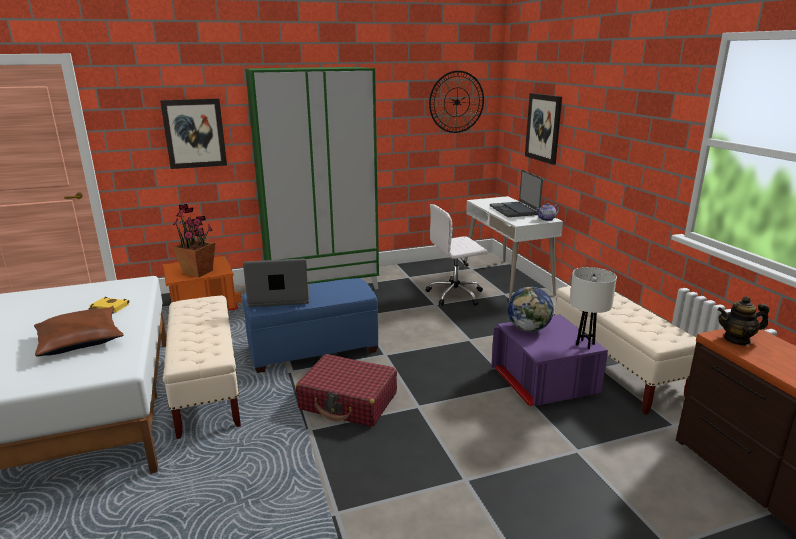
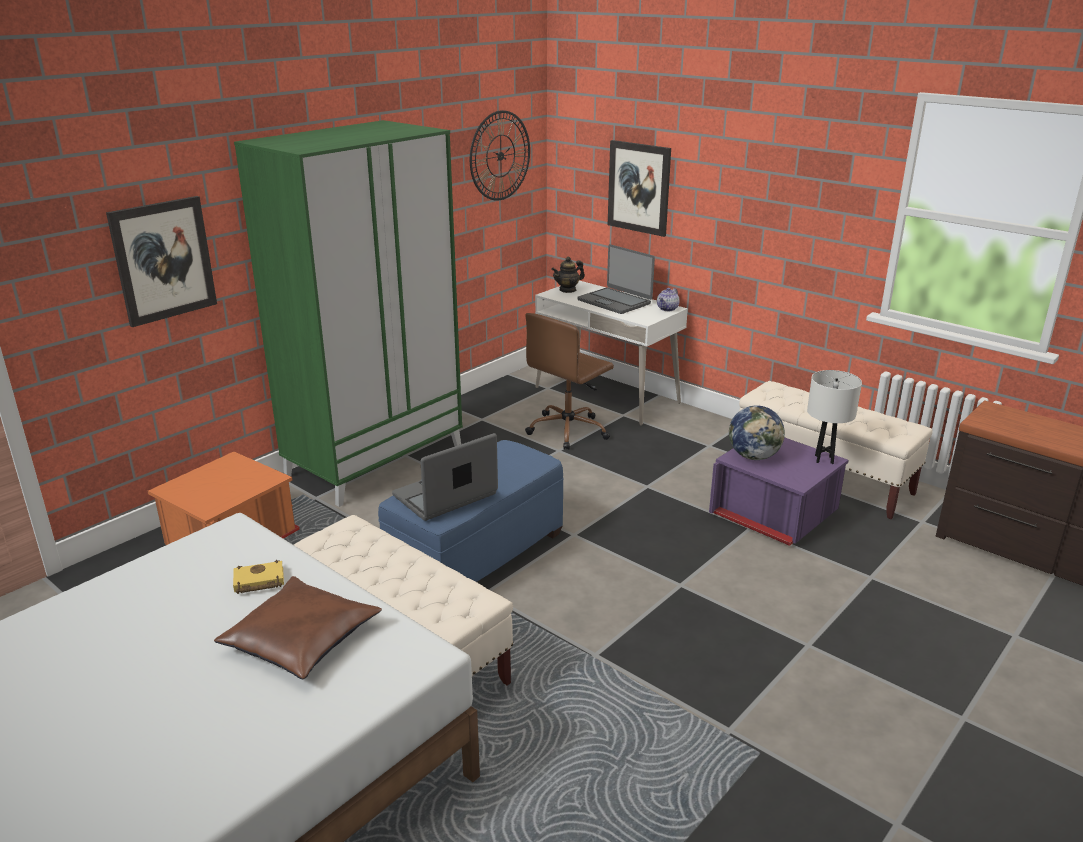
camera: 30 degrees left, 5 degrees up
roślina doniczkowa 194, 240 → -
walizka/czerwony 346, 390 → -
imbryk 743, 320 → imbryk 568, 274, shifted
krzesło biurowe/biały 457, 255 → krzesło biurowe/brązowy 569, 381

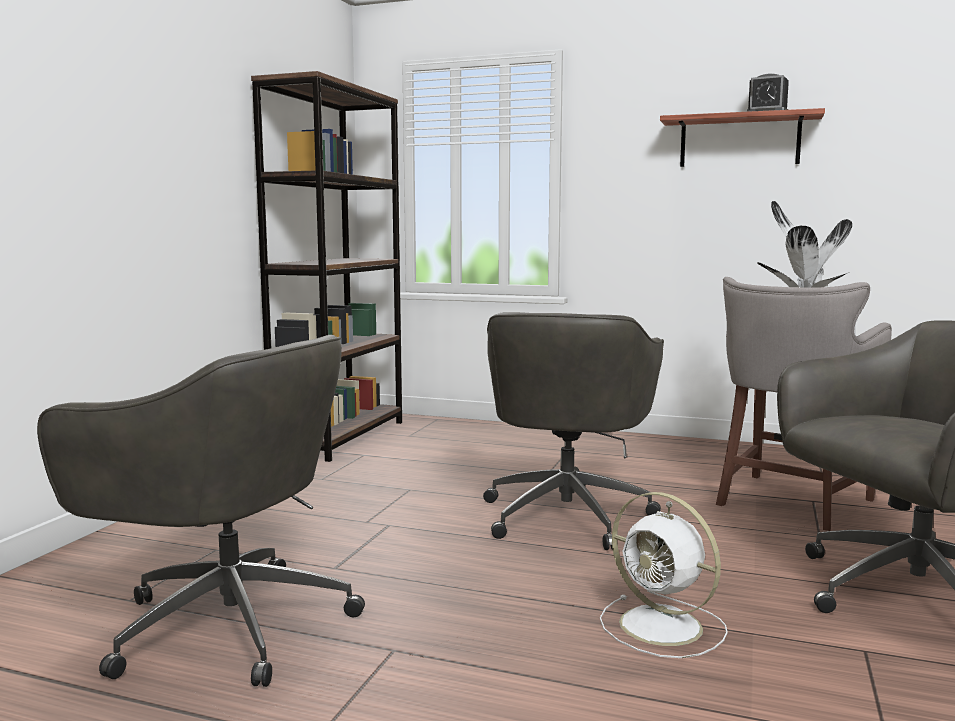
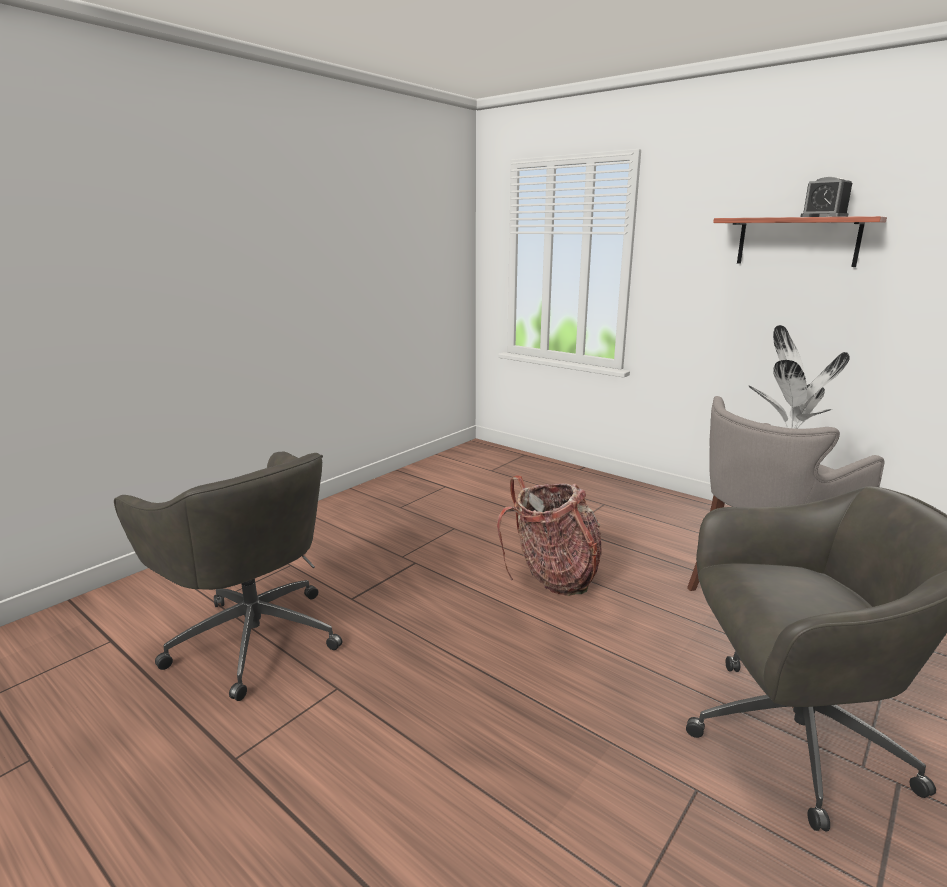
camera: 20 degrees right, 10 degrees up
regał/brązowy 326, 266 → -
wentylator/biały 664, 575 → -
krzesło biurowe/szary 573, 431 → plecak 549, 535

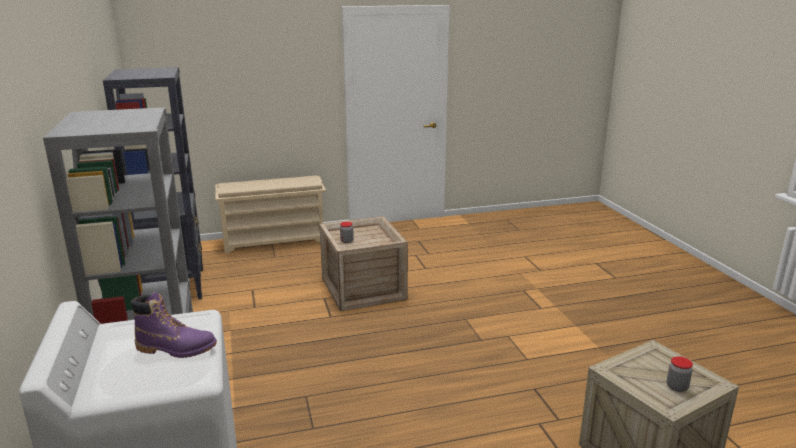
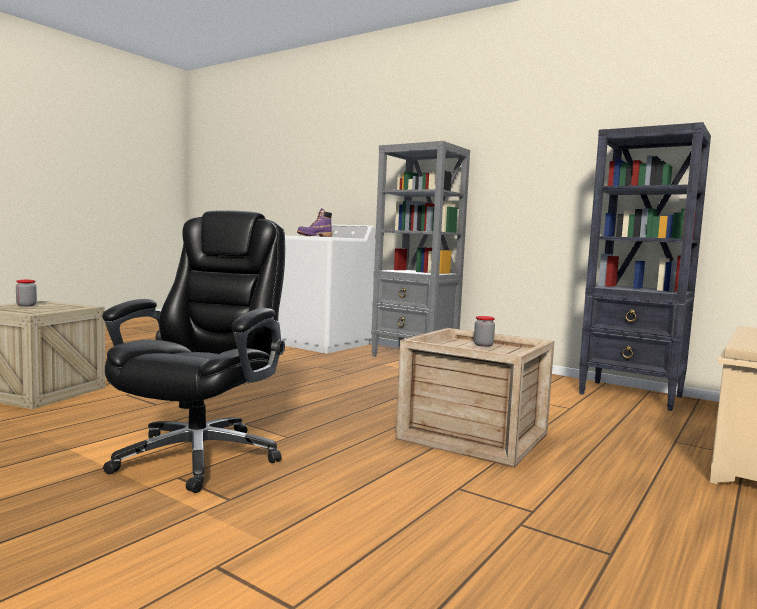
camera: 140 degrees right, 15 degrees down
- → krzesło biurowe/czarny 193, 351

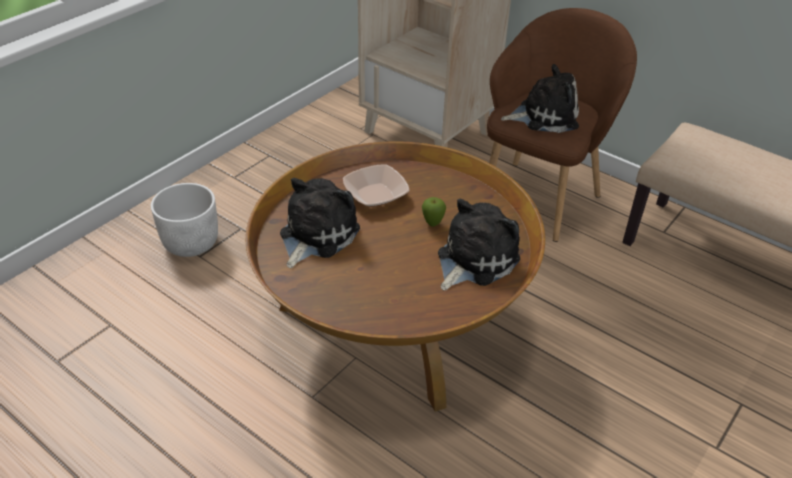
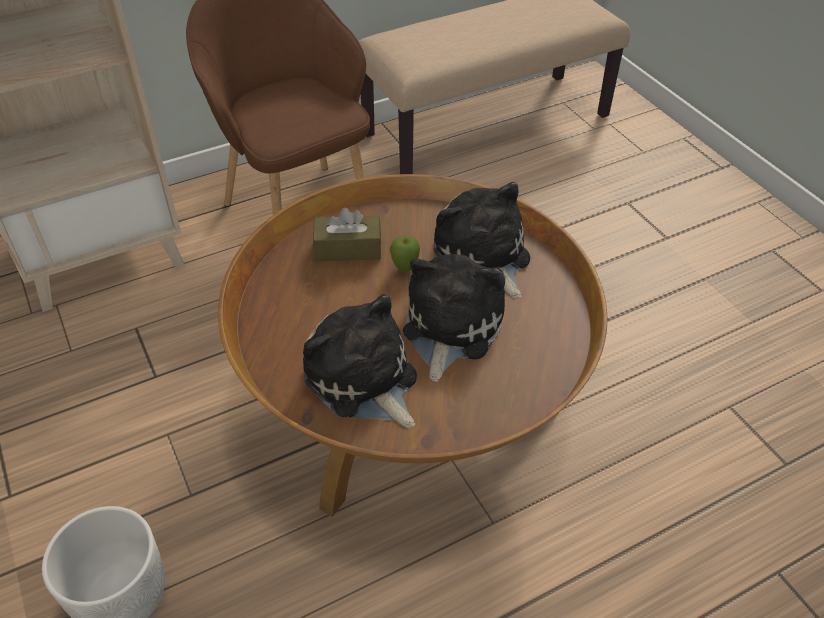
camera: 65 degrees left, 5 degrees up
miska 376, 185 → -
- → pudełko chusteczek/brązowy 347, 235
pluszak 540, 98 → pluszak 454, 318, shifted

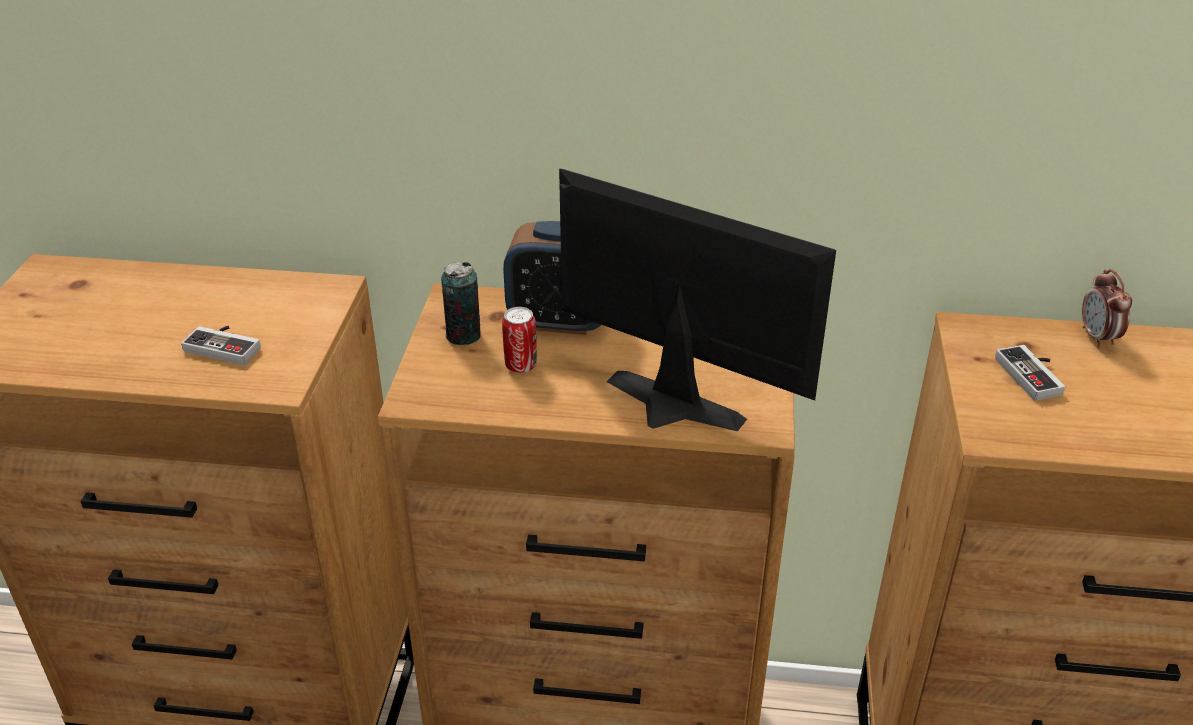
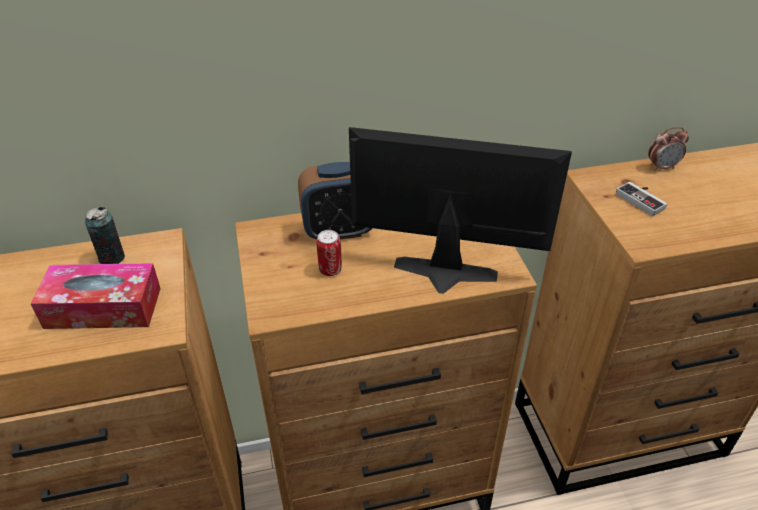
camera: 20 degrees left, 5 degrees up
puszka 461, 303 → puszka 105, 235, shifted
pad do gier 221, 345 → pudełko chusteczek 96, 296
budzik 1107, 308 → budzik 668, 149, 75 degrees counterclockwise

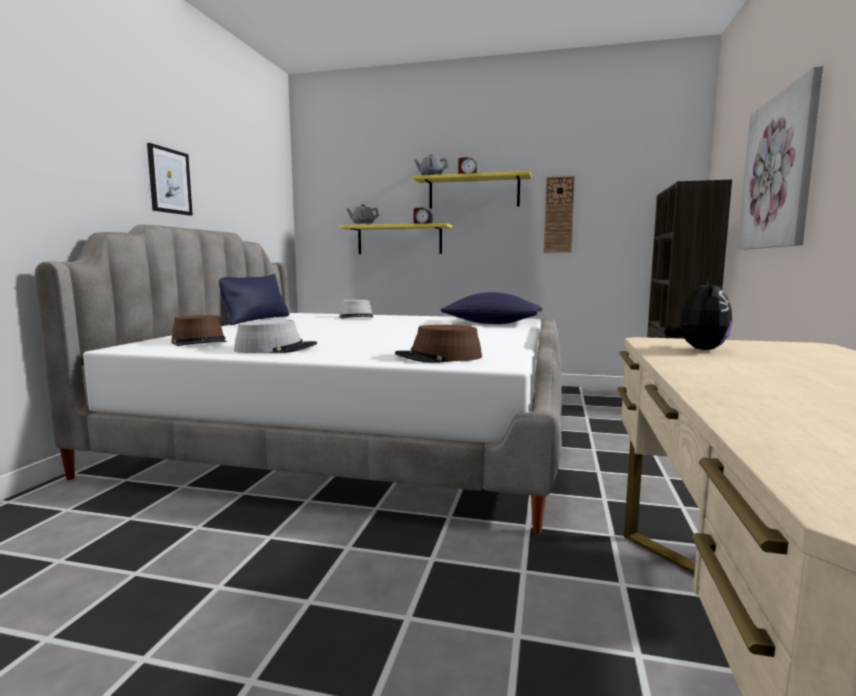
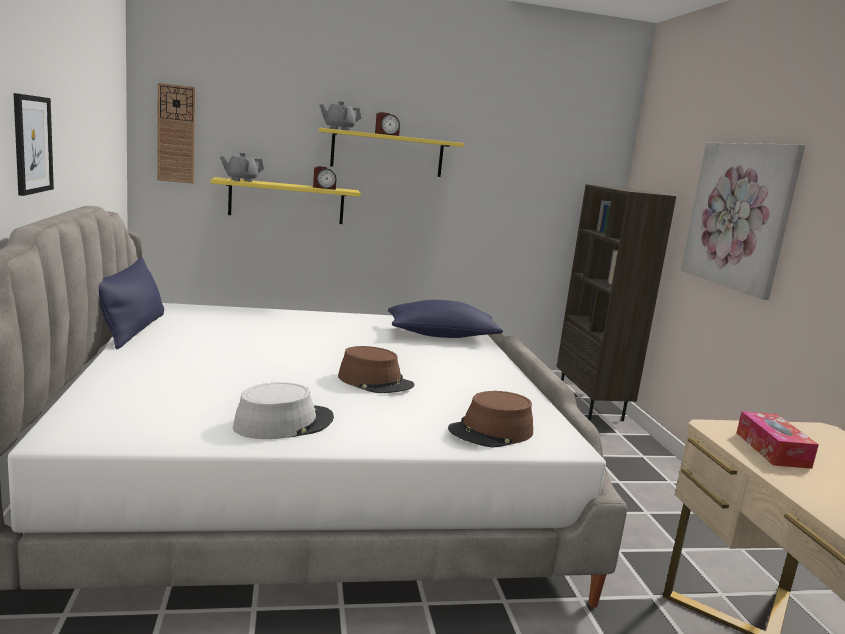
camera: 25 degrees left, 5 degrees up
kapelusz/szary 356, 309 → -
kapelusz/brązowy 199, 330 → kapelusz/brązowy 376, 369, shifted
zegar ścienny 559, 214 → zegar ścienny 176, 133, shifted
pluszak 698, 314 → pudełko chusteczek 778, 440

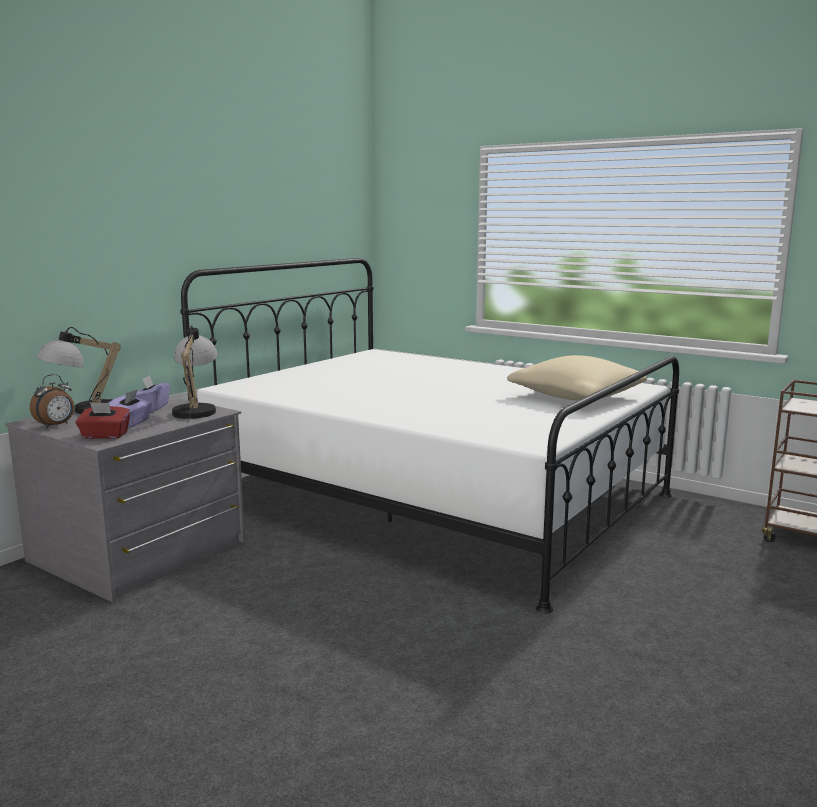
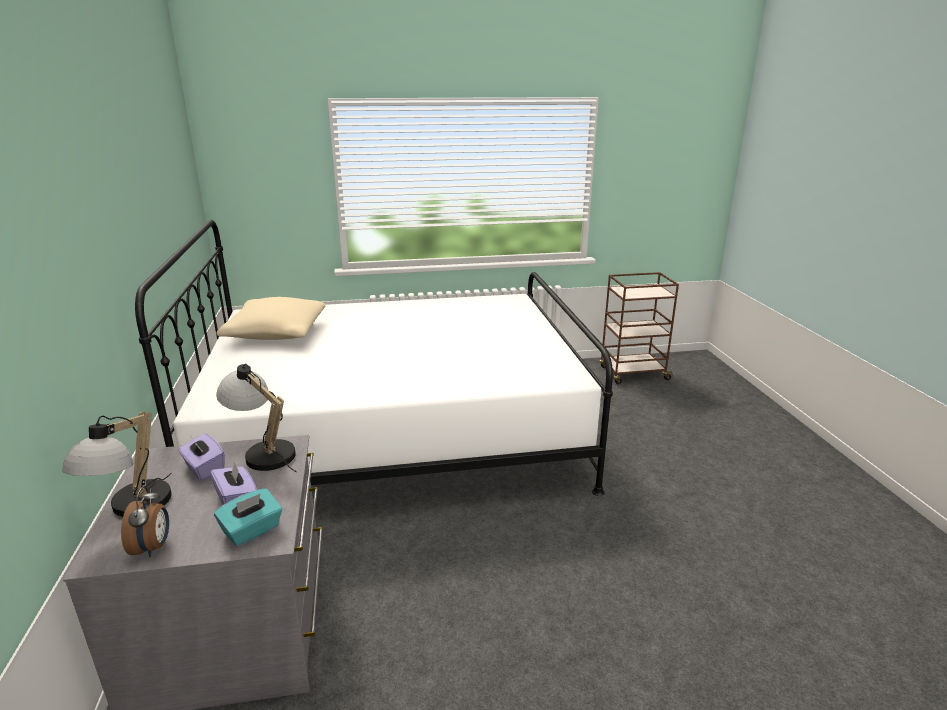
camera: 45 degrees left, 10 degrees up
poduszka/beżowy 577, 378 → poduszka/beżowy 270, 318, shifted
pudełko chusteczek/czerwony 103, 420 → pudełko chusteczek/turkusowy 248, 517

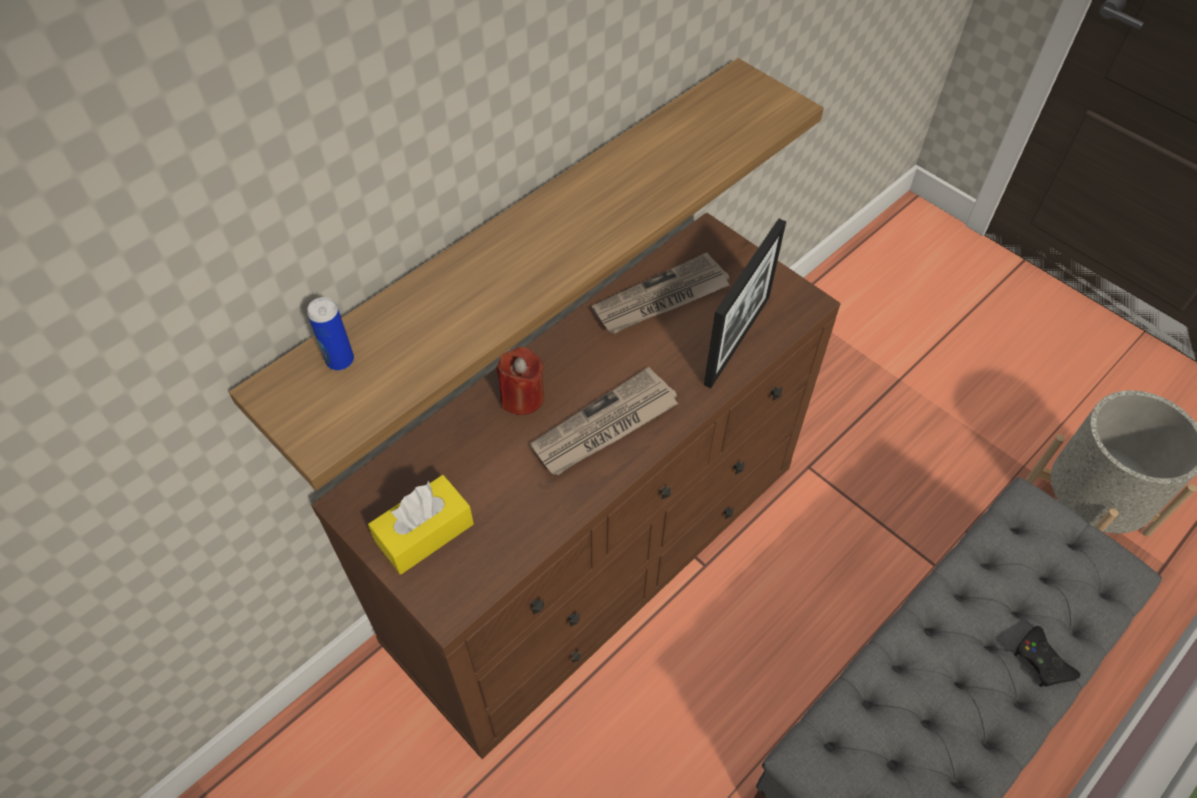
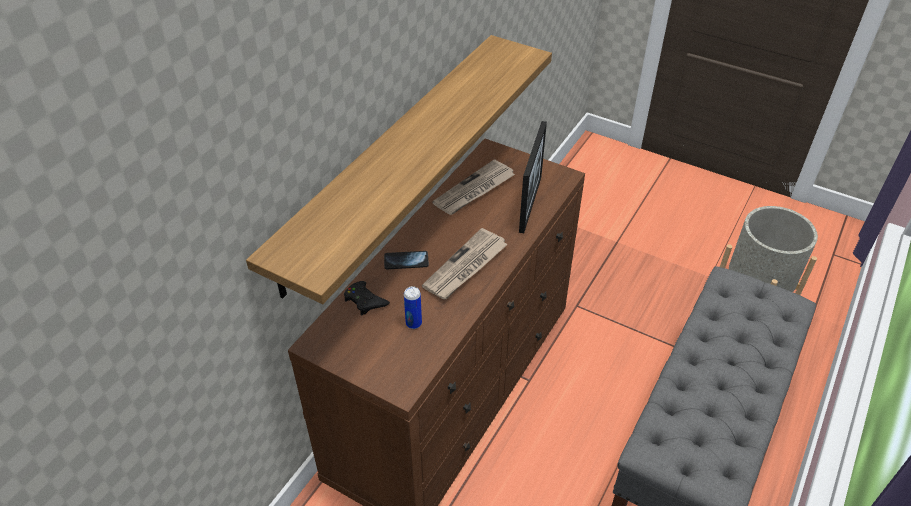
camera: 15 degrees left, 10 degrees down
pudełko chusteczek/żółty 421, 525 → -
puszka 330, 333 → puszka 413, 307, shifted
pad do gier/czarny 1047, 656 → pad do gier/czarny 367, 298, shifted
świeca/czerwony 520, 381 → telefon 406, 260

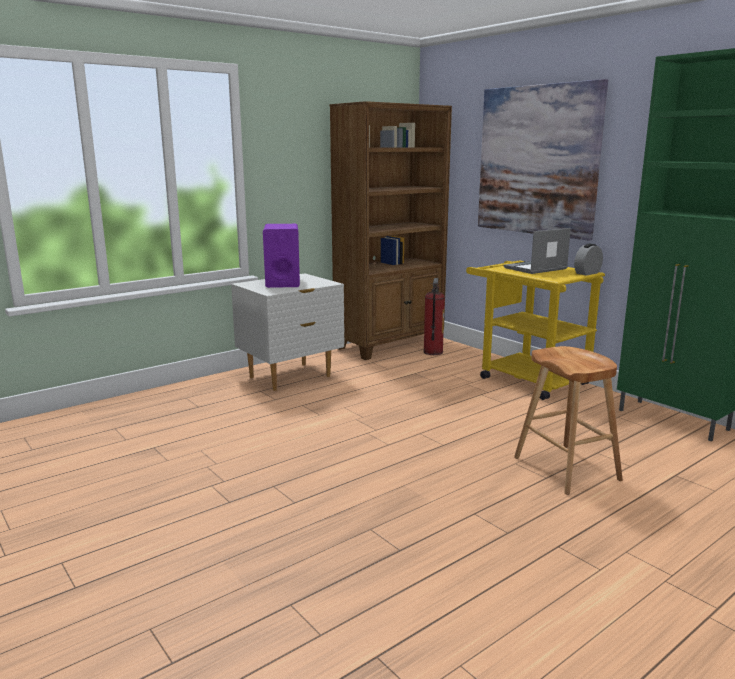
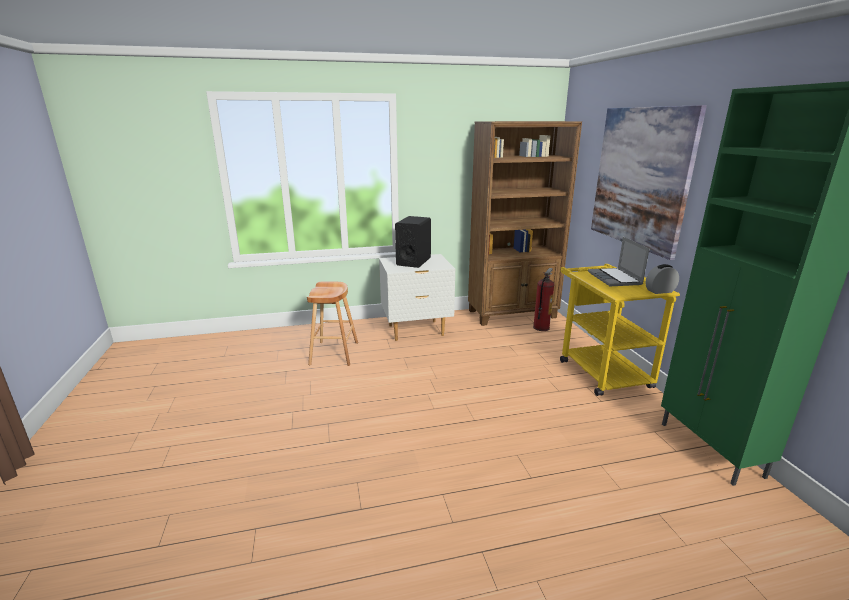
camera: 25 degrees right, 5 degrees up
stołek/brązowy 568, 420 → stołek/brązowy 332, 323, shifted
głośnik/fioletowy 281, 256 → głośnik/czarny 413, 242
laptop 537, 251 → laptop 619, 261, 90 degrees counterclockwise

